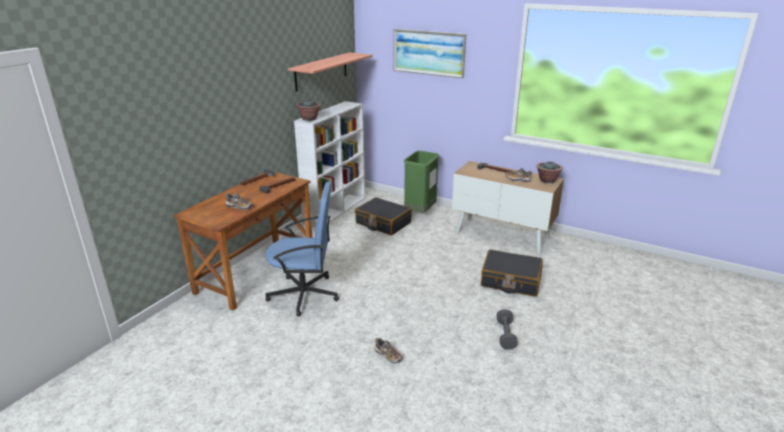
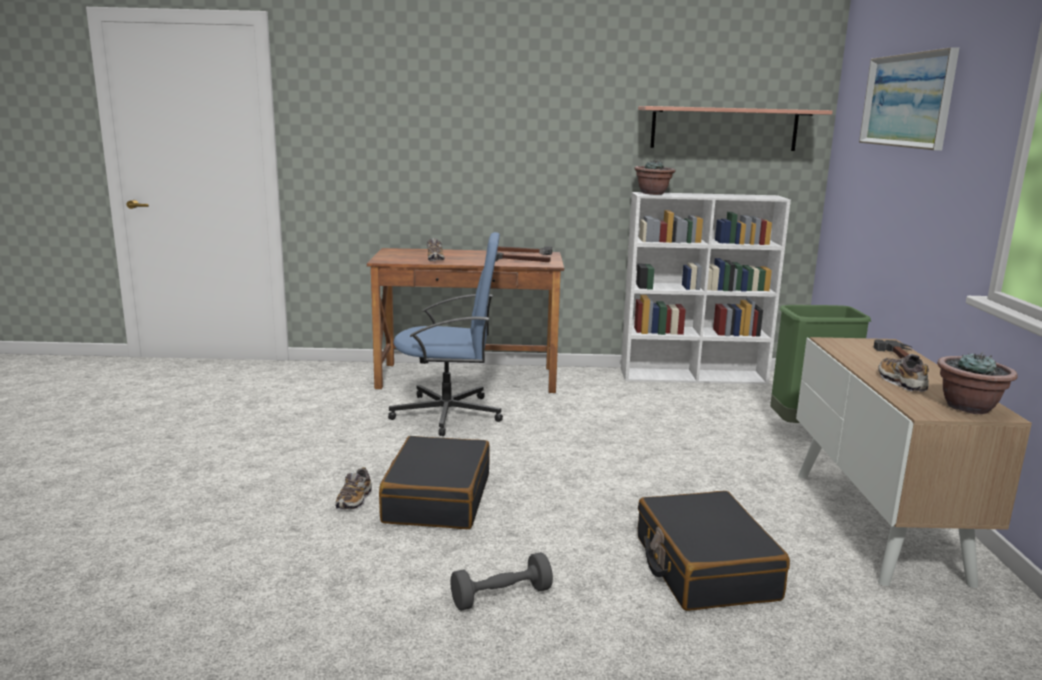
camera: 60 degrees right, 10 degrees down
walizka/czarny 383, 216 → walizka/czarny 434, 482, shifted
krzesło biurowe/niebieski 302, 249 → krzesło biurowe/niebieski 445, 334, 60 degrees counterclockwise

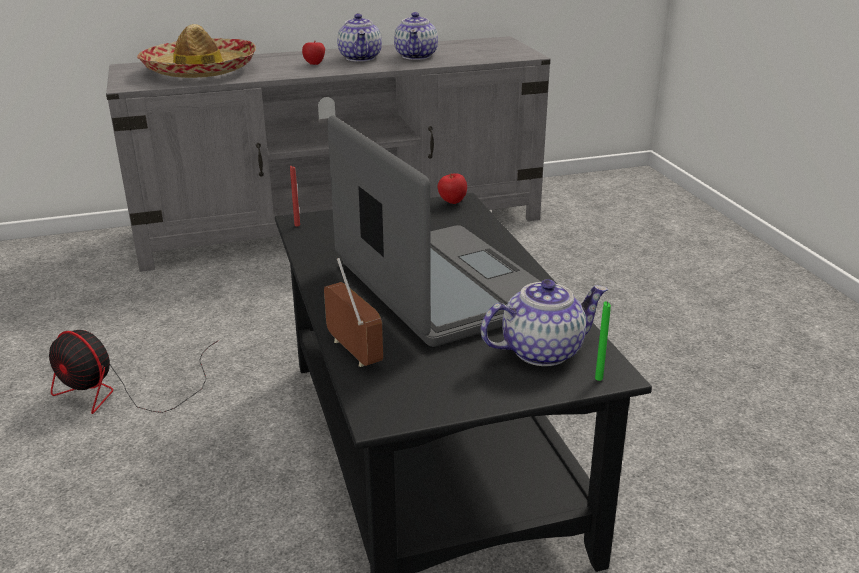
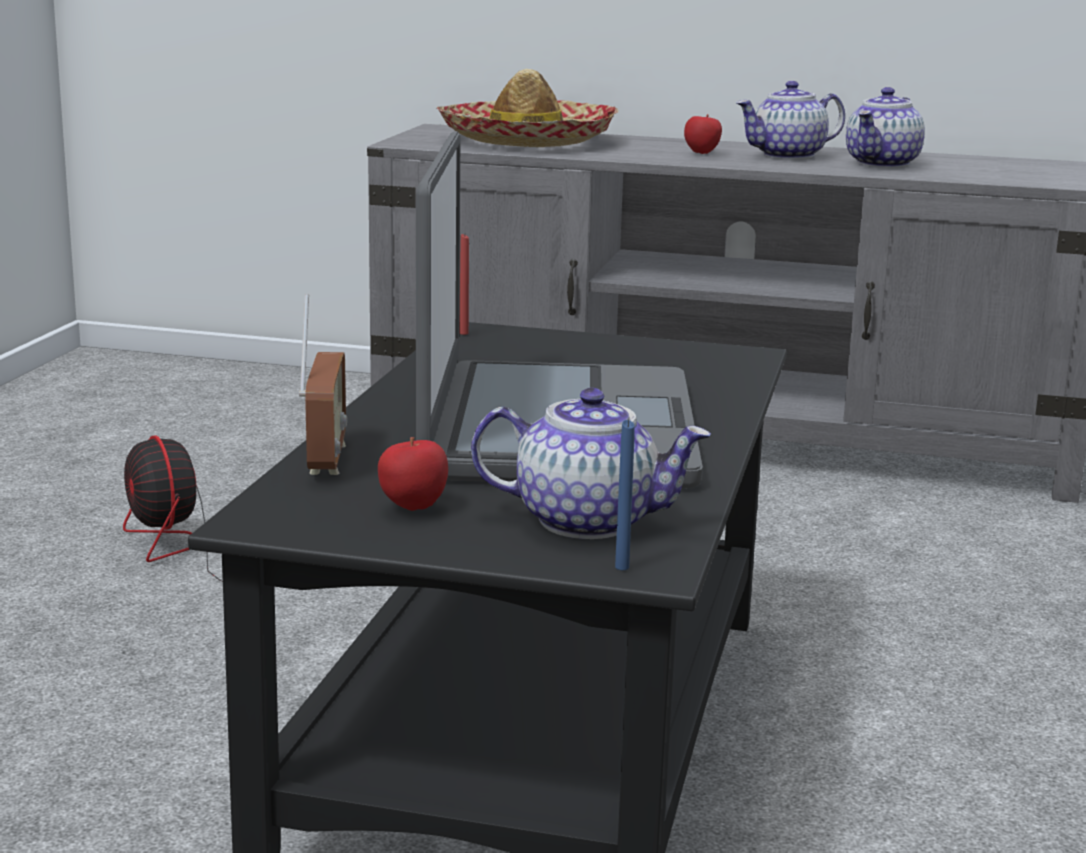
camera: 30 degrees right, 10 degrees down
jabłko 452, 189 → jabłko 413, 474, shifted
świeca/zielony 603, 341 → świeca/niebieski 624, 494
imbryk 359, 38 → imbryk 790, 120, 45 degrees clockwise

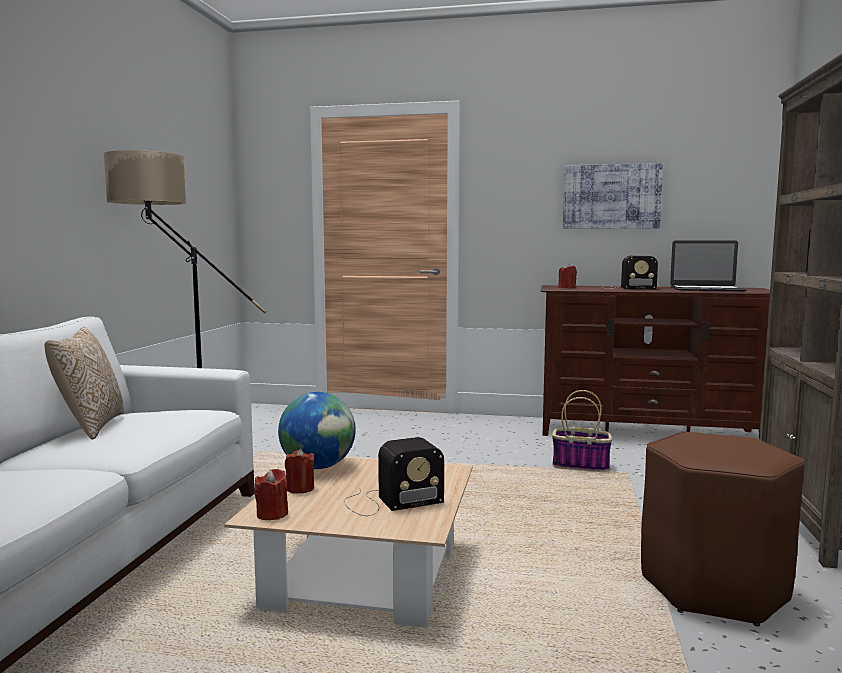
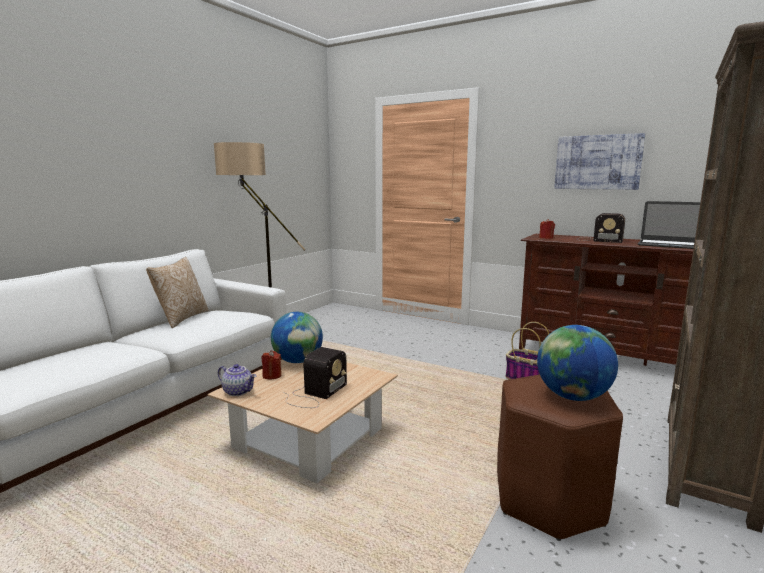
camera: 20 degrees right, 5 degrees up
- → globus 577, 363
świeca/czerwony 271, 494 → imbryk 237, 380
radio 394, 476 → radio 315, 377, 60 degrees counterclockwise

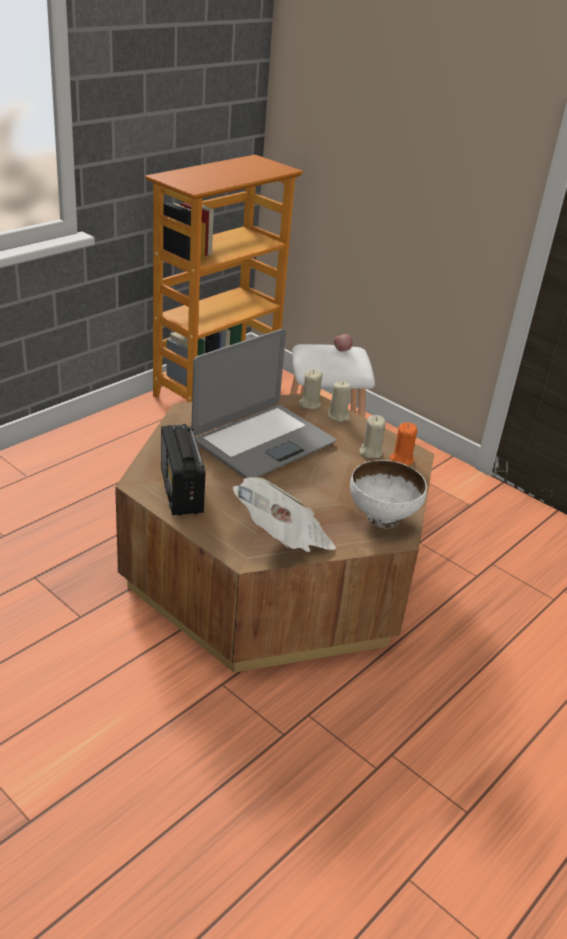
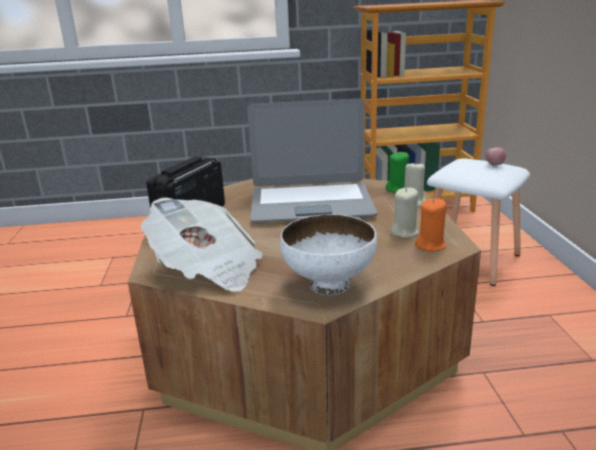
camera: 45 degrees right, 10 degrees down
świeca/beżowy 310, 389 → świeca/zielony 397, 172

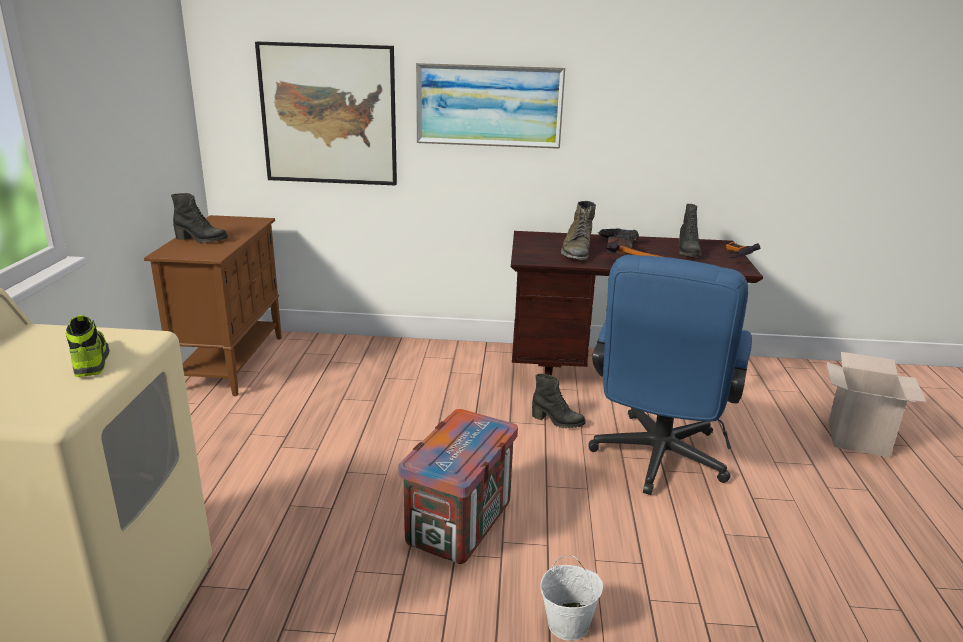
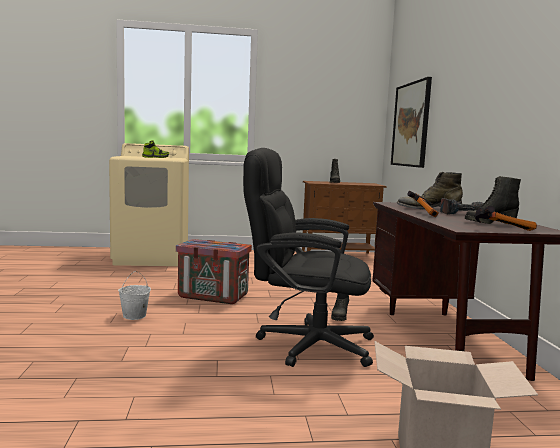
camera: 80 degrees right, 15 degrees down
obraz 490, 105 → -
krzesło biurowe/niebieski 670, 375 → krzesło biurowe/czarny 308, 257

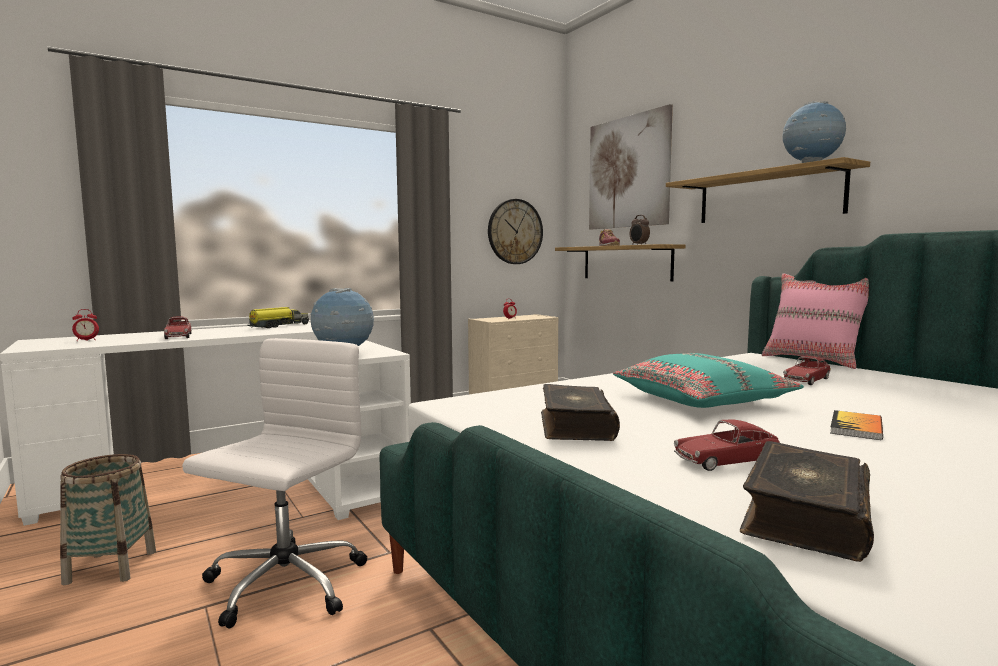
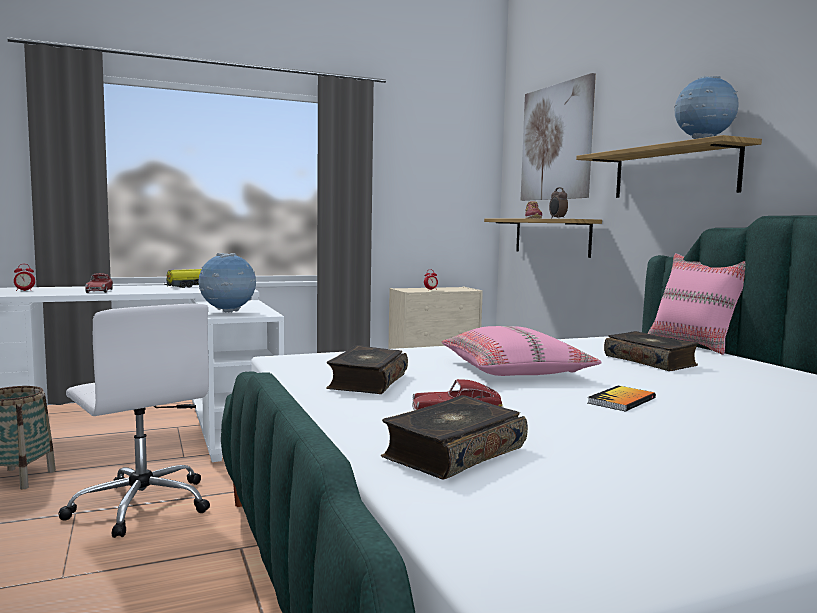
camera: 10 degrees right, 0 degrees up
zegar ścienny 515, 231 → -
samochodzik 807, 370 → książka 651, 351
poduszka/turkusowy 708, 380 → poduszka/różowy 522, 351
krzesło biurowe/biały 274, 483 → krzesło biurowe/biały 134, 420, 105 degrees clockwise

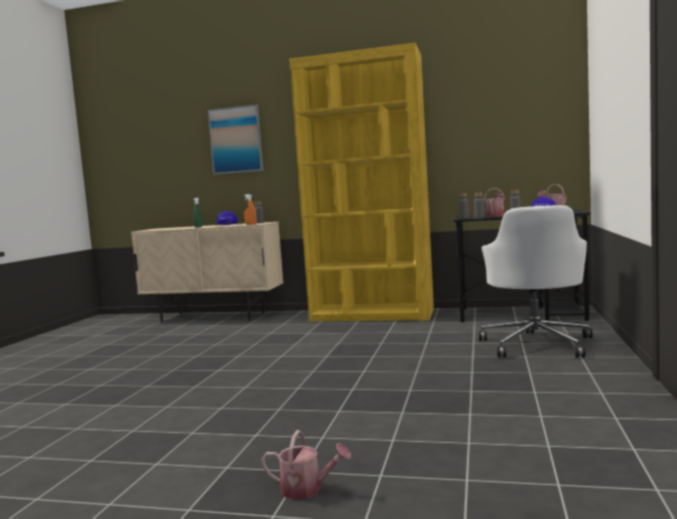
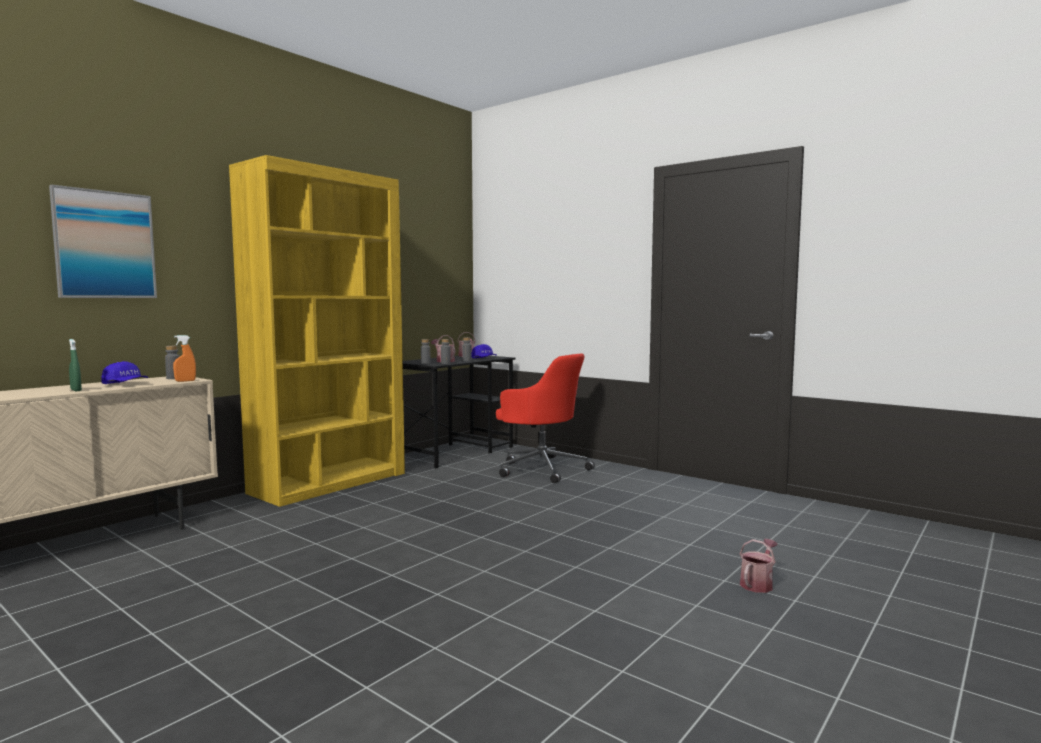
camera: 65 degrees left, 0 degrees up
krzesło biurowe/biały 536, 281 → krzesło biurowe/czerwony 545, 418

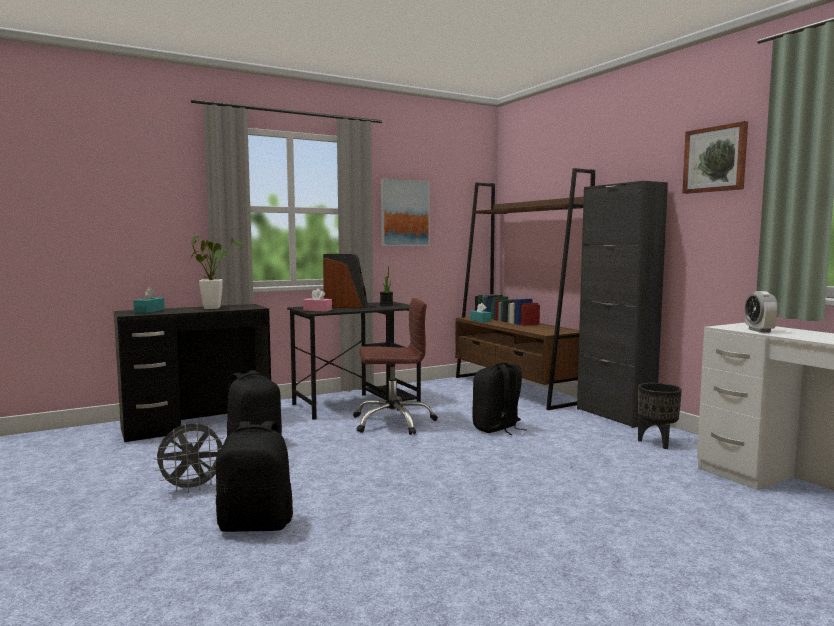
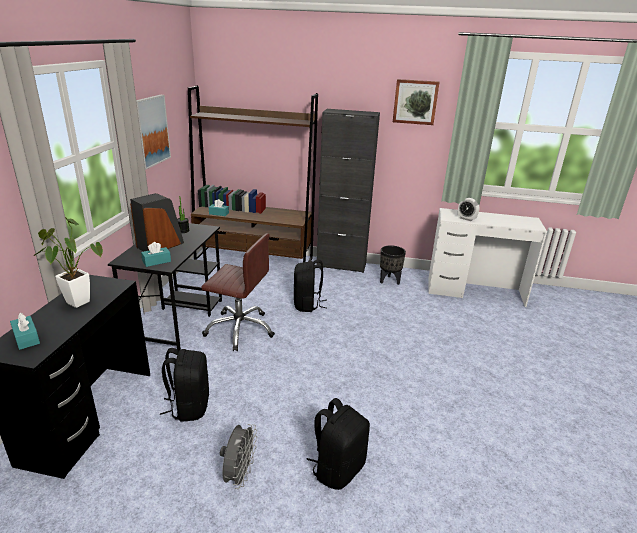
camera: 50 degrees left, 20 degrees up
pudełko chusteczek/różowy 317, 299 → pudełko chusteczek/turkusowy 156, 254
krzesło biurowe/brązowy 395, 366 → krzesło biurowe/brązowy 238, 292, 75 degrees clockwise

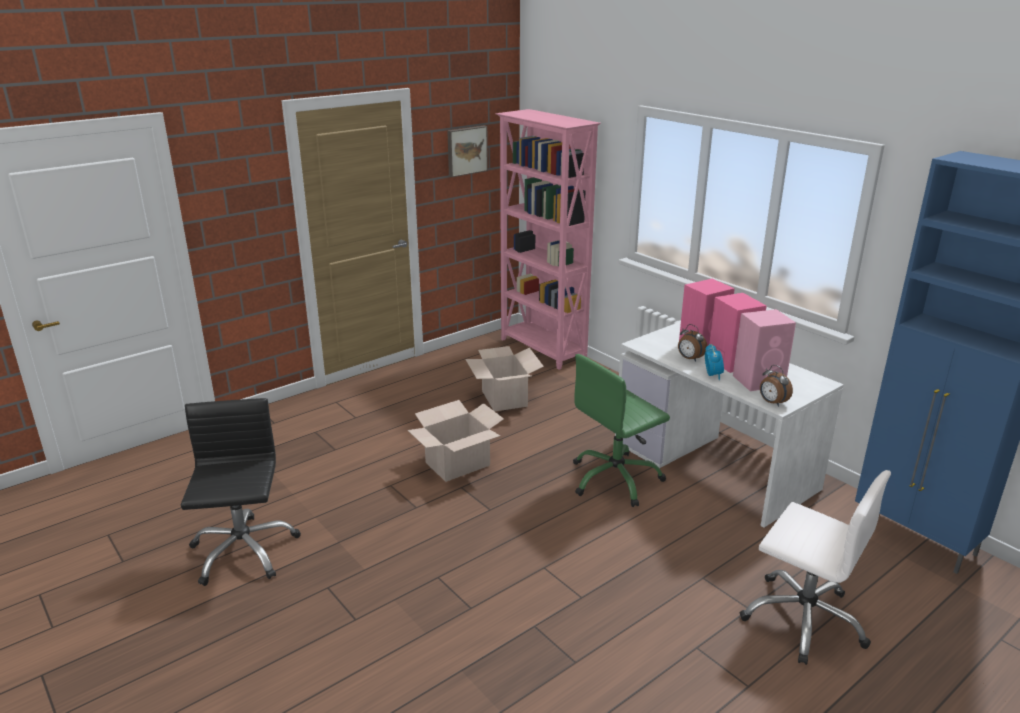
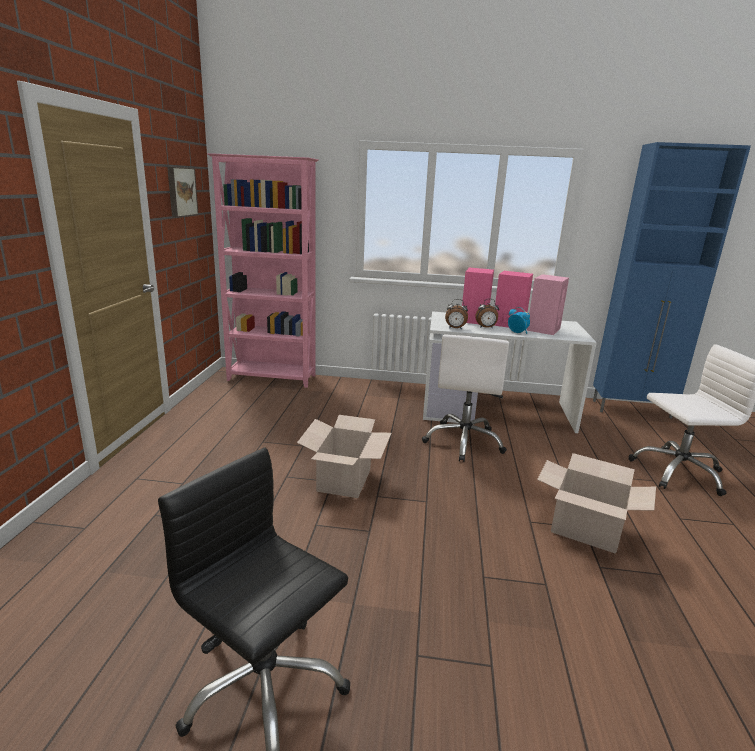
camera: 45 degrees left, 5 degrees down
karton 504, 378 → karton 596, 503, shifted
budzik 776, 386 → budzik 456, 314, shifted
krzesło biurowe/zielony 621, 430 → krzesło biurowe/biały 465, 398

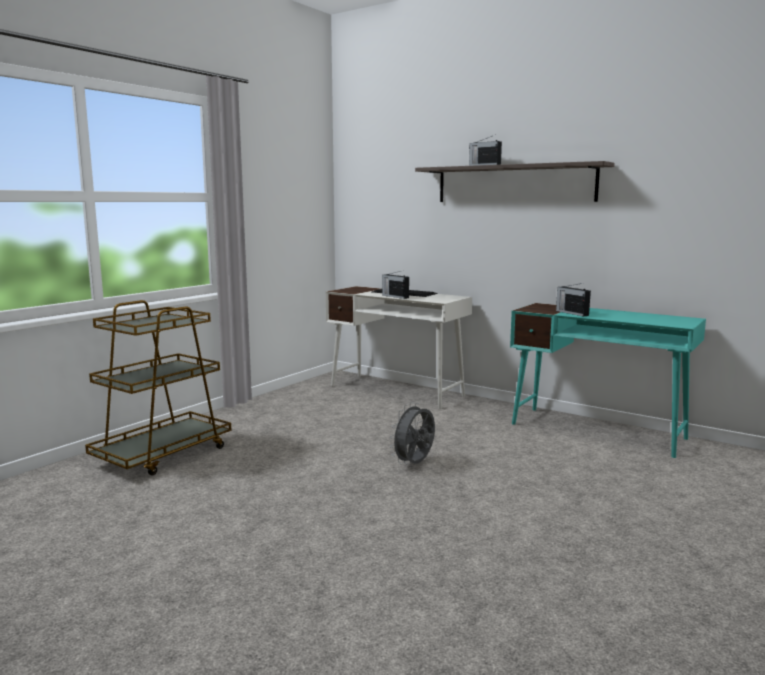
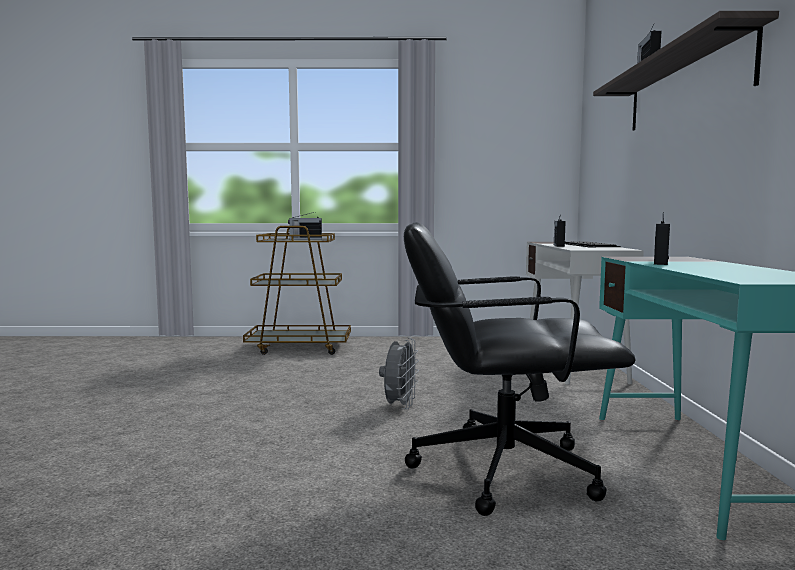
camera: 55 degrees right, 5 degrees down
- → radio 305, 226
- → krzesło biurowe/czarny 520, 369
wentylator/szary 412, 433 → wentylator/szary 399, 373, 105 degrees clockwise

